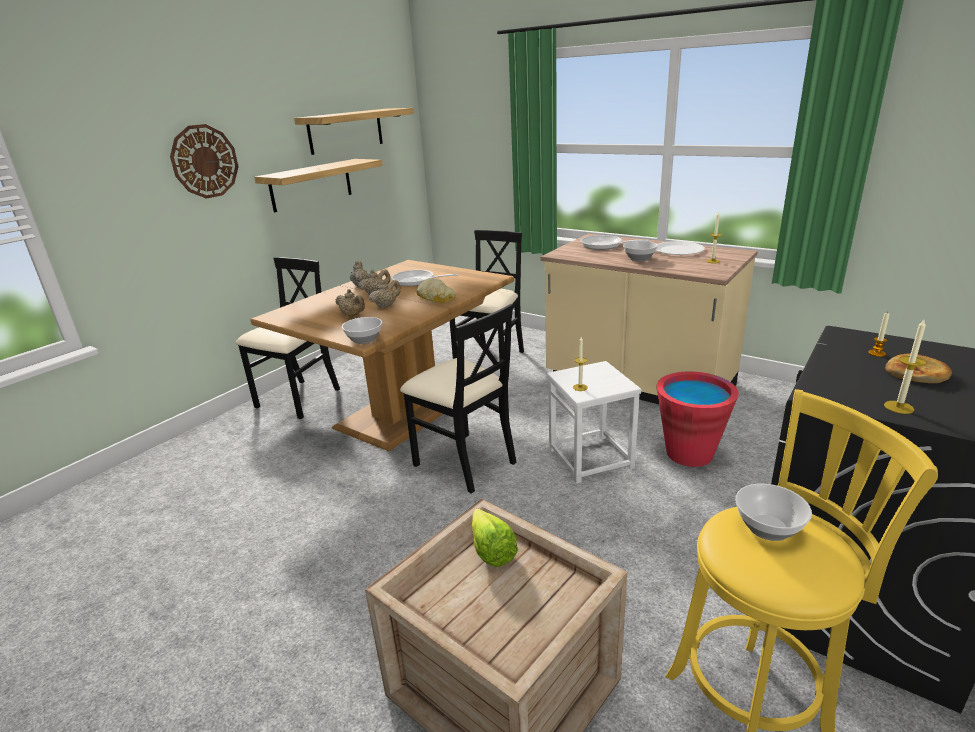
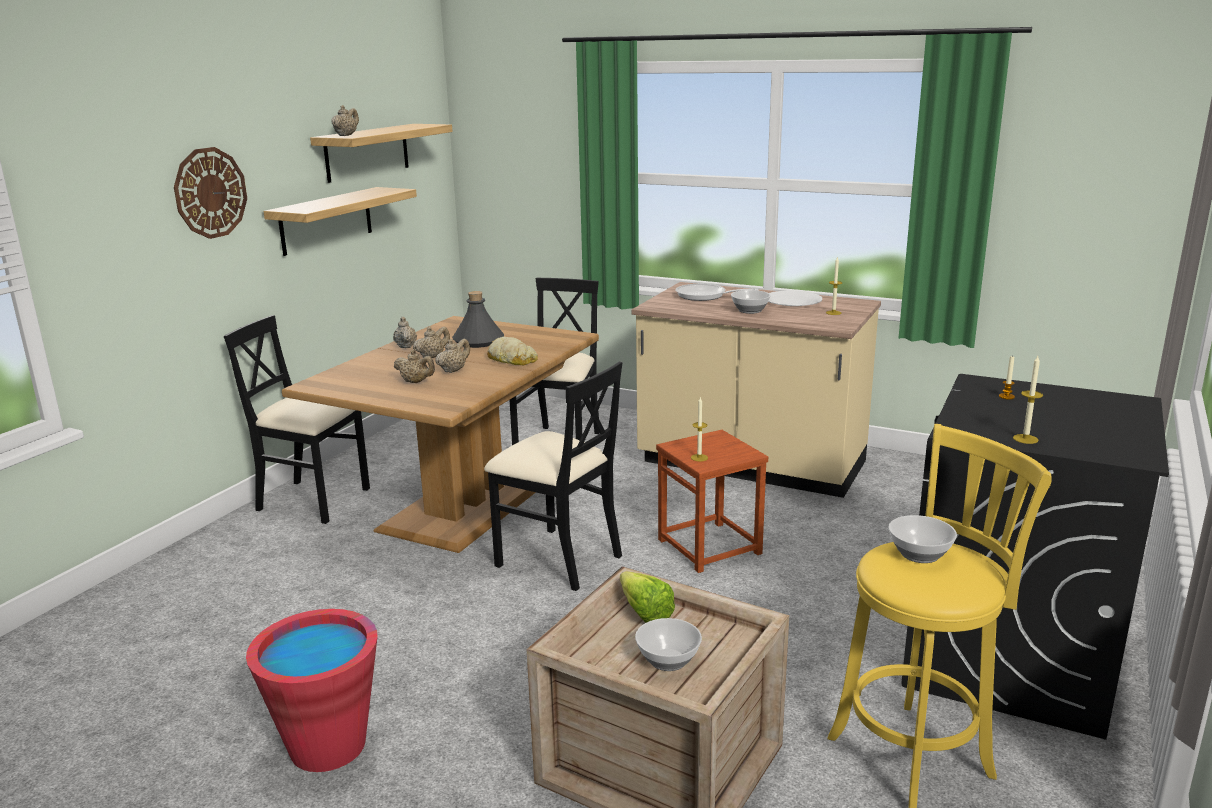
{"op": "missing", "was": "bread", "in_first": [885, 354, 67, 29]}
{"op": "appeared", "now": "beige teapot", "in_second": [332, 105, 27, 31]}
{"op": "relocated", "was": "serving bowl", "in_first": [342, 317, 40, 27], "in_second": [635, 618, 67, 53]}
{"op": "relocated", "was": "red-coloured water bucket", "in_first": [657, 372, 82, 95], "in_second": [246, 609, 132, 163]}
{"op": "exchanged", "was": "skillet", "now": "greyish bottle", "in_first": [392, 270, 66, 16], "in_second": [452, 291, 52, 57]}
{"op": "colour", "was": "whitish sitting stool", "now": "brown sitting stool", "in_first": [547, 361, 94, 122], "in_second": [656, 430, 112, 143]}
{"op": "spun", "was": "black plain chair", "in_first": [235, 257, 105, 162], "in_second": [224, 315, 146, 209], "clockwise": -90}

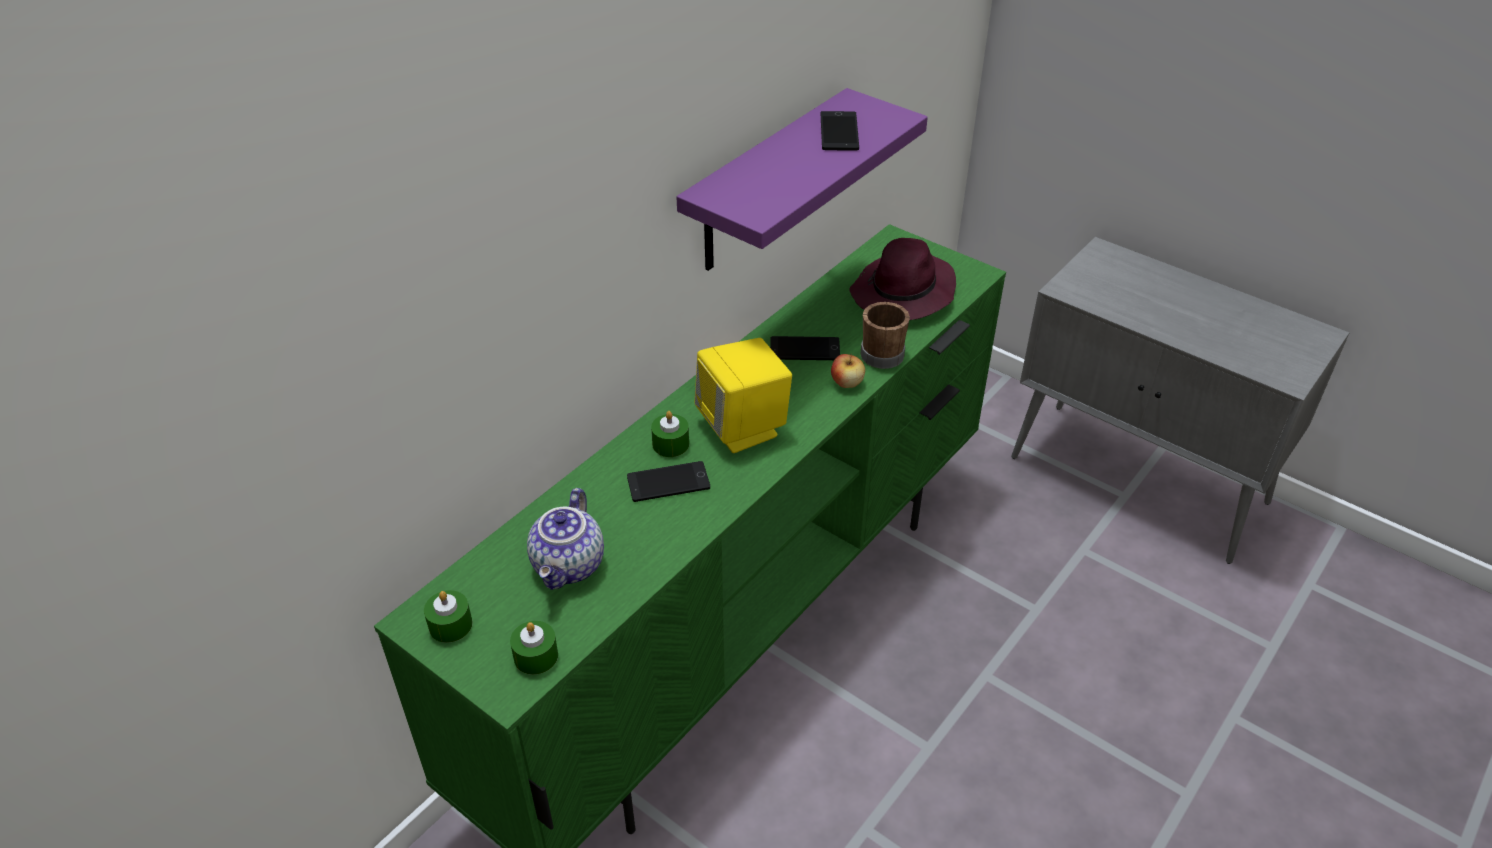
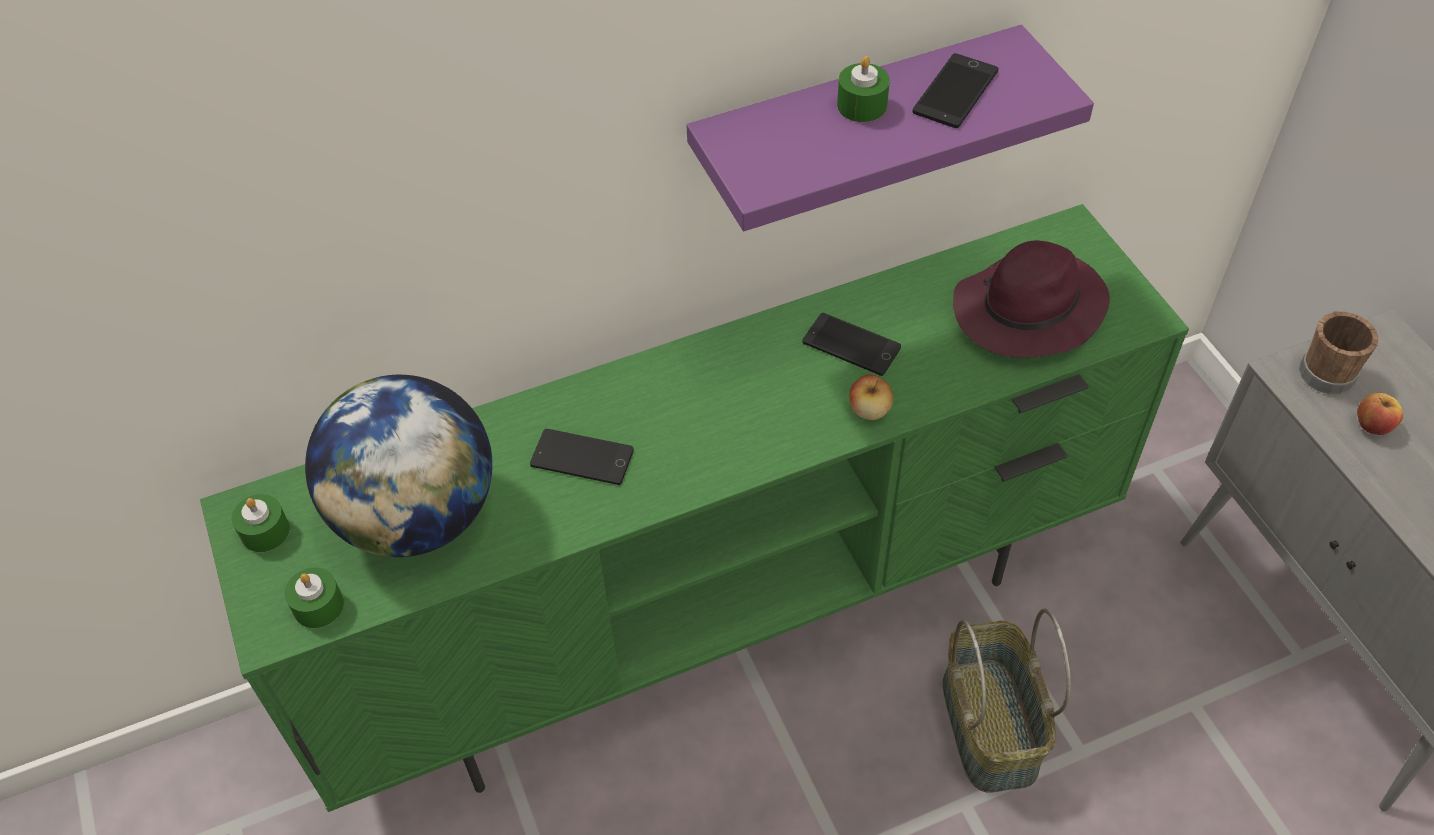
{"op": "missing", "was": "yellow-coloured audio speaker", "in_first": [694, 338, 98, 115]}
{"op": "appeared", "now": "household basket", "in_second": [943, 608, 128, 185]}
{"op": "appeared", "now": "apple", "in_second": [1357, 393, 46, 42]}
{"op": "relocated", "was": "green-coloured candle", "in_first": [651, 411, 38, 46], "in_second": [837, 56, 53, 66]}
{"op": "relocated", "was": "brown coffee mug", "in_first": [860, 302, 50, 67], "in_second": [1299, 311, 80, 83]}
{"op": "exchanged", "was": "teapot", "now": "world globe", "in_first": [527, 488, 77, 102], "in_second": [305, 375, 188, 182]}

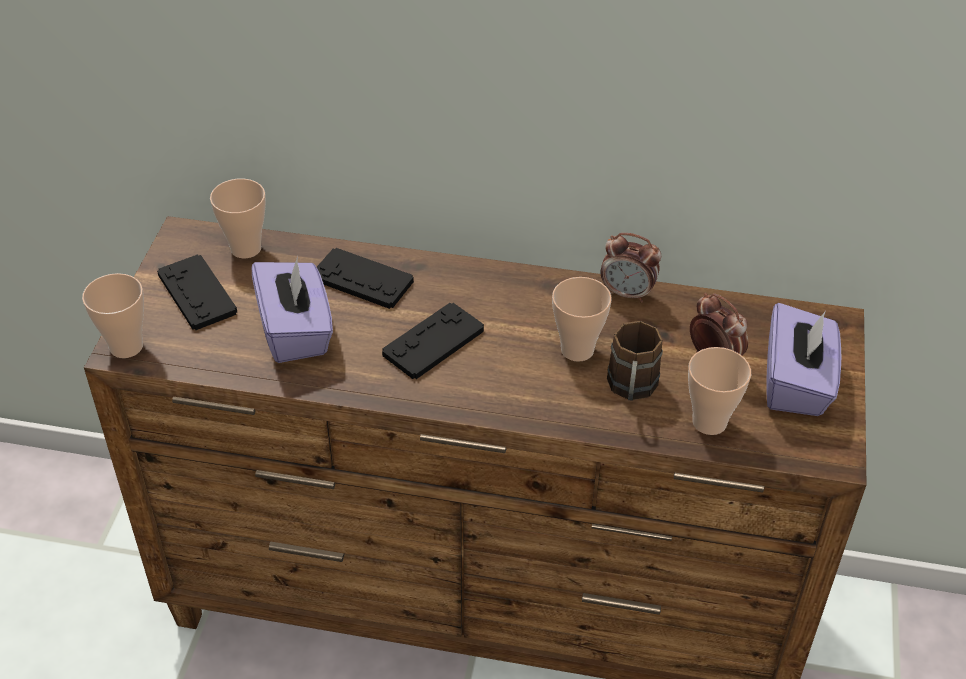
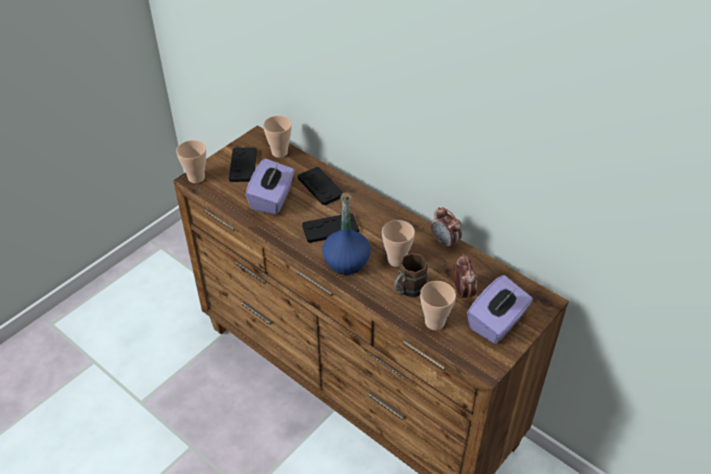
{"op": "appeared", "now": "blue-coloured bottle", "in_second": [322, 193, 49, 82]}

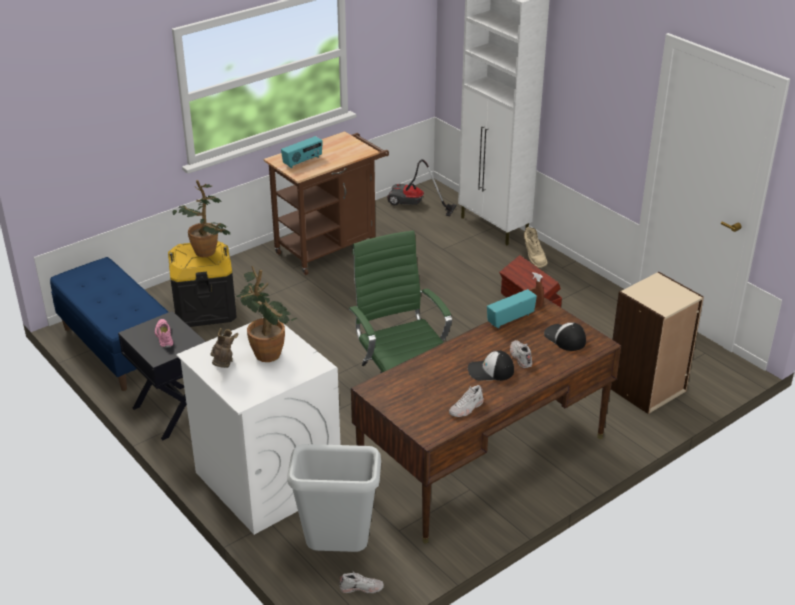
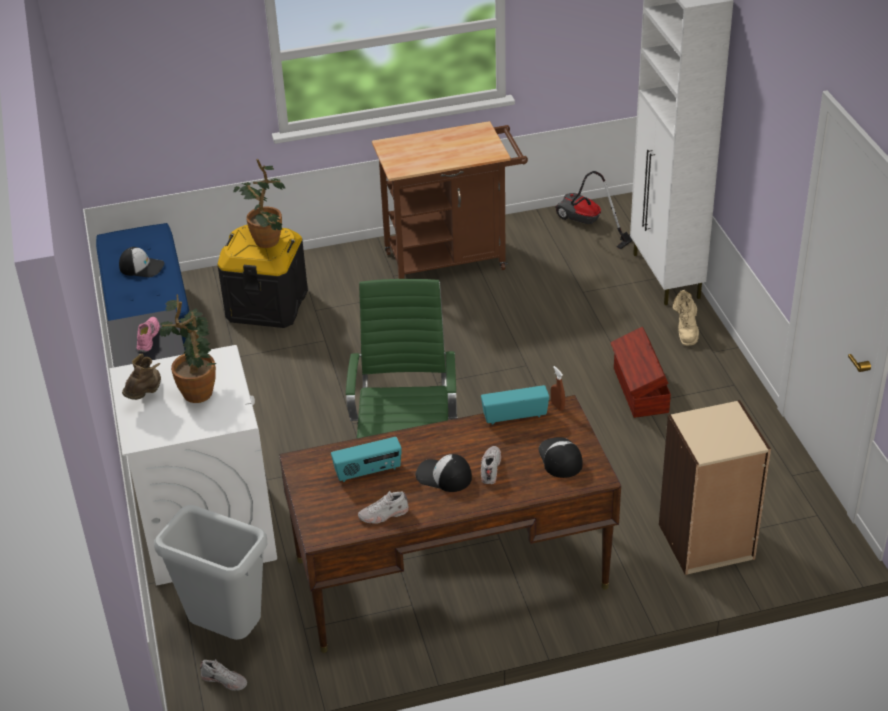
{"op": "appeared", "now": "baseball cap", "in_second": [119, 247, 46, 30]}
{"op": "relocated", "was": "radio set", "in_first": [281, 136, 42, 32], "in_second": [331, 437, 71, 45]}

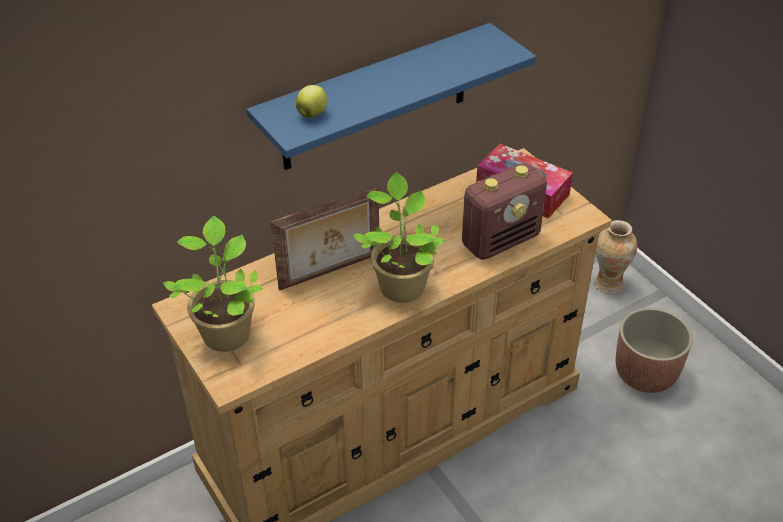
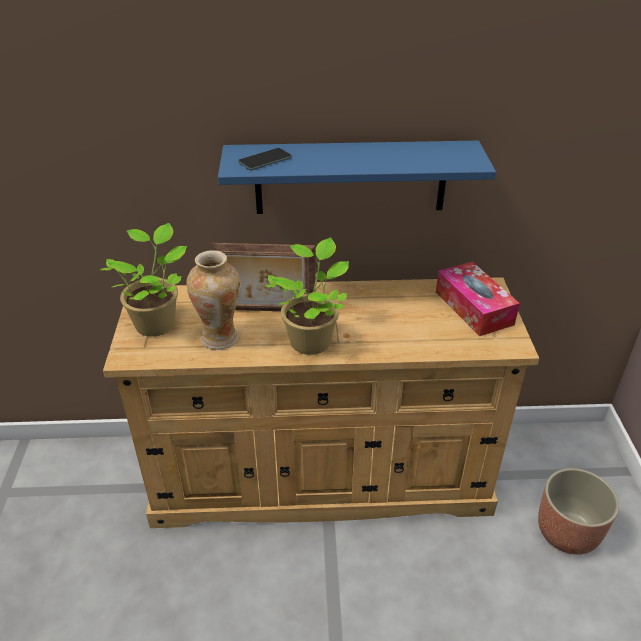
{"op": "missing", "was": "radio set", "in_first": [462, 163, 85, 97]}
{"op": "relocated", "was": "decorative vase", "in_first": [594, 220, 43, 74], "in_second": [186, 250, 55, 100]}
{"op": "exchanged", "was": "apple", "now": "phone", "in_first": [296, 85, 31, 32], "in_second": [238, 148, 54, 22]}

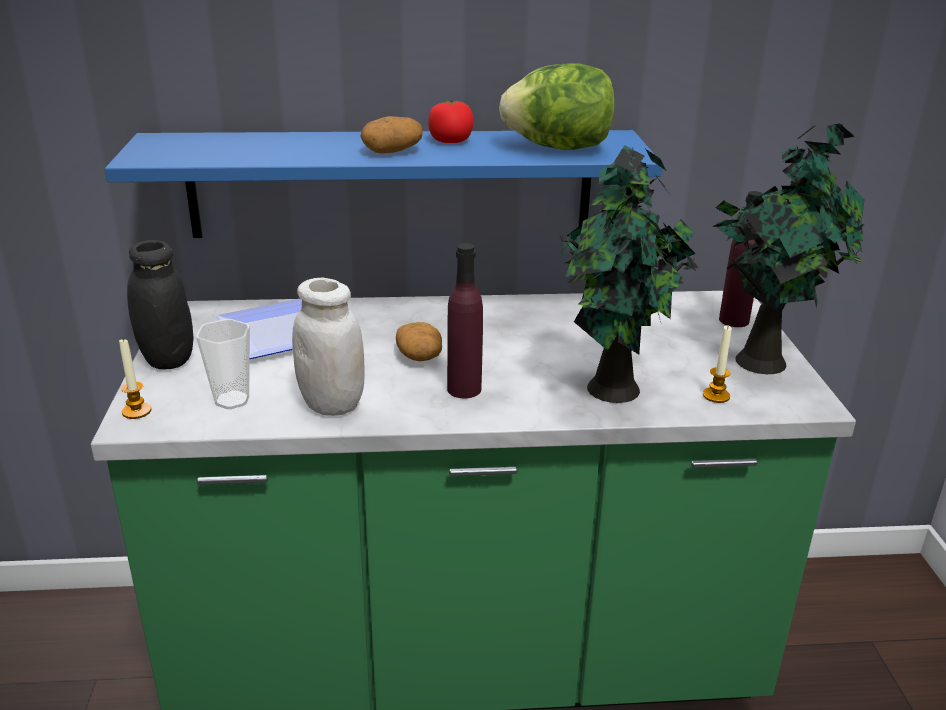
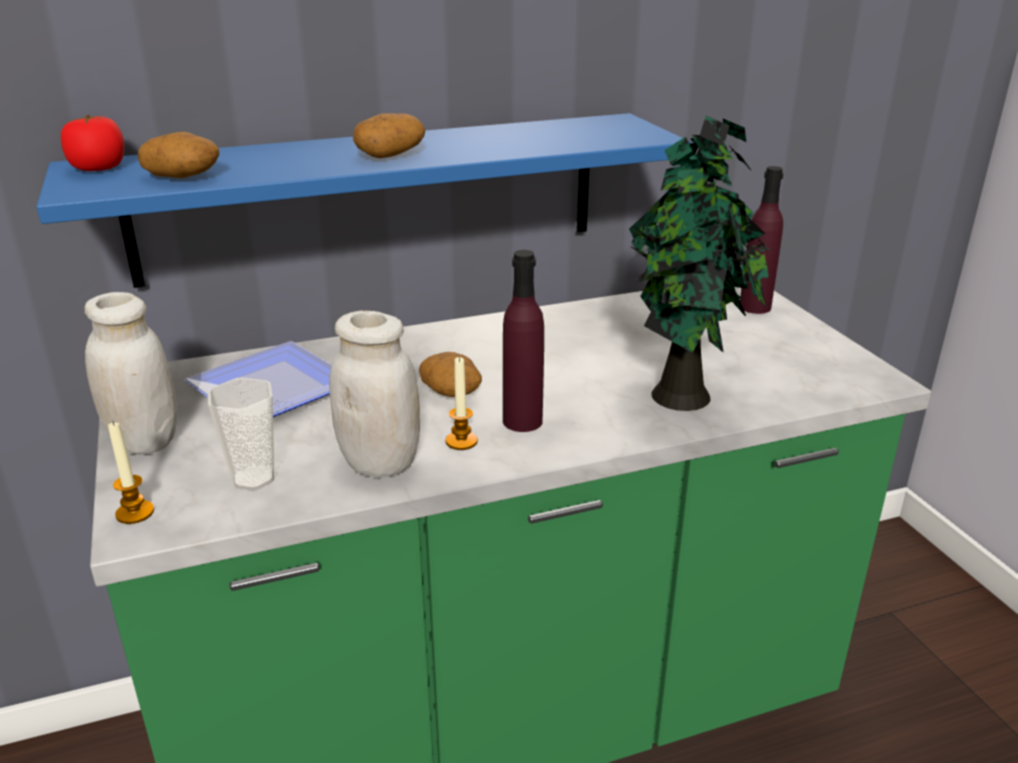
{"op": "missing", "was": "lettuce", "in_first": [499, 63, 116, 87]}
{"op": "missing", "was": "potted plant", "in_first": [713, 123, 152, 251]}
{"op": "appeared", "now": "spud", "in_second": [138, 132, 81, 46]}
{"op": "relocated", "was": "fresh tomato", "in_first": [428, 100, 46, 43], "in_second": [61, 115, 63, 56]}
{"op": "relocated", "was": "candle", "in_first": [703, 325, 29, 78], "in_second": [446, 356, 32, 94]}
{"op": "colour", "was": "black preserve jar", "now": "whitish preserve jar", "in_first": [127, 240, 67, 129], "in_second": [85, 292, 92, 163]}

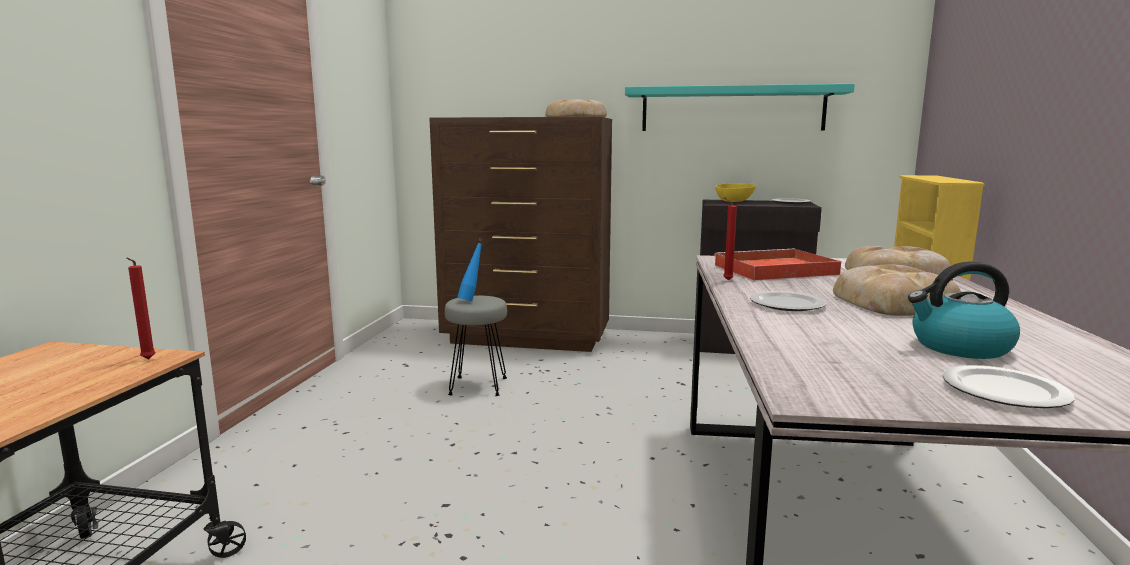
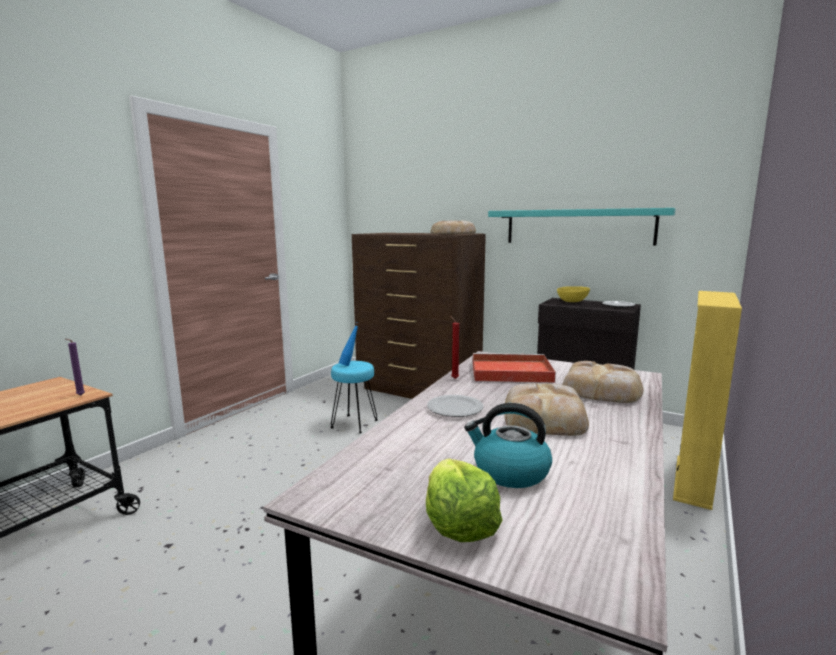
{"op": "exchanged", "was": "dinner plate", "now": "lettuce", "in_first": [942, 365, 133, 43], "in_second": [426, 458, 77, 84]}
{"op": "colour", "was": "red-coloured candle", "now": "purple candle", "in_first": [127, 258, 28, 101], "in_second": [66, 339, 19, 56]}
{"op": "colour", "was": "greyish sitting stool", "now": "turquoise sitting stool", "in_first": [445, 295, 62, 101], "in_second": [330, 361, 48, 73]}

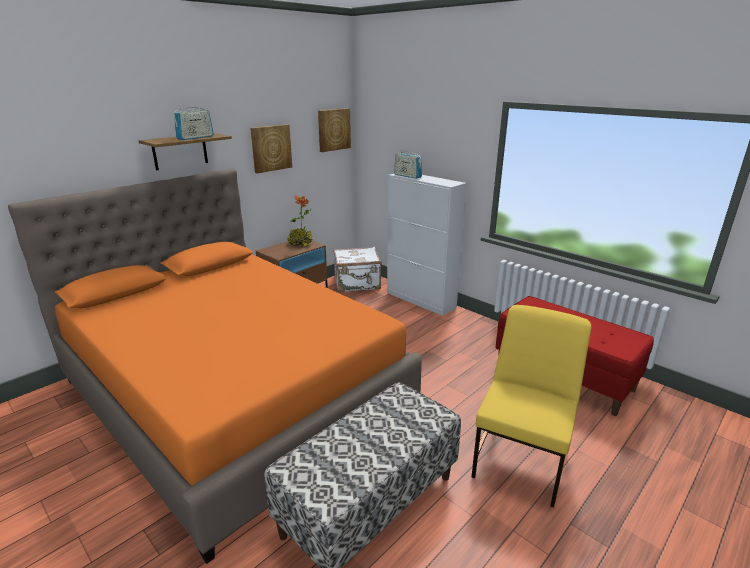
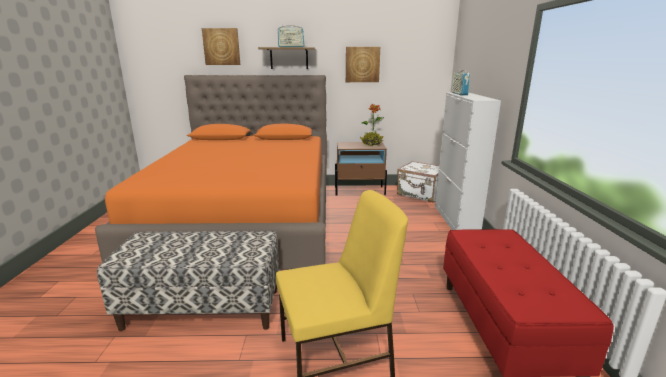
{"op": "relocated", "was": "picture", "in_first": [318, 108, 33, 44], "in_second": [202, 28, 38, 37]}

